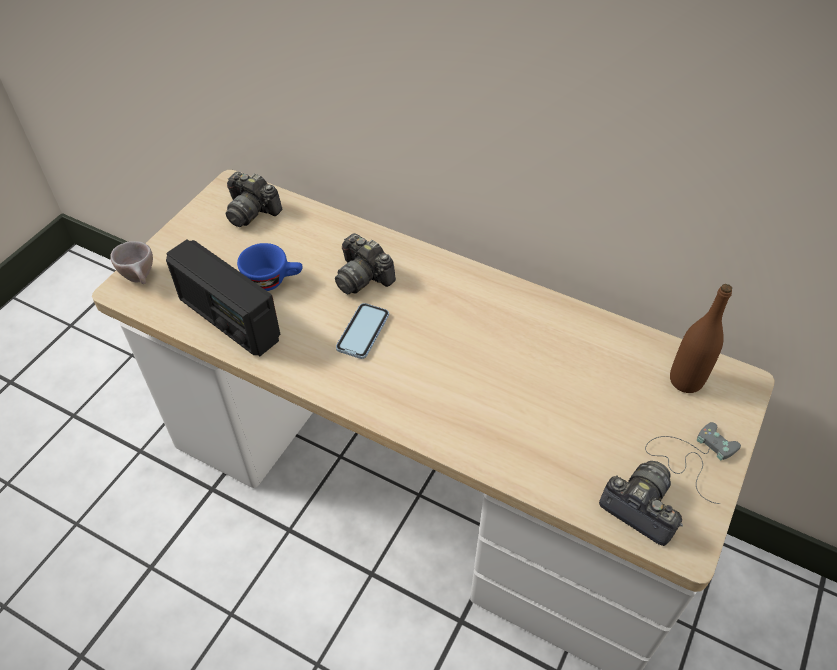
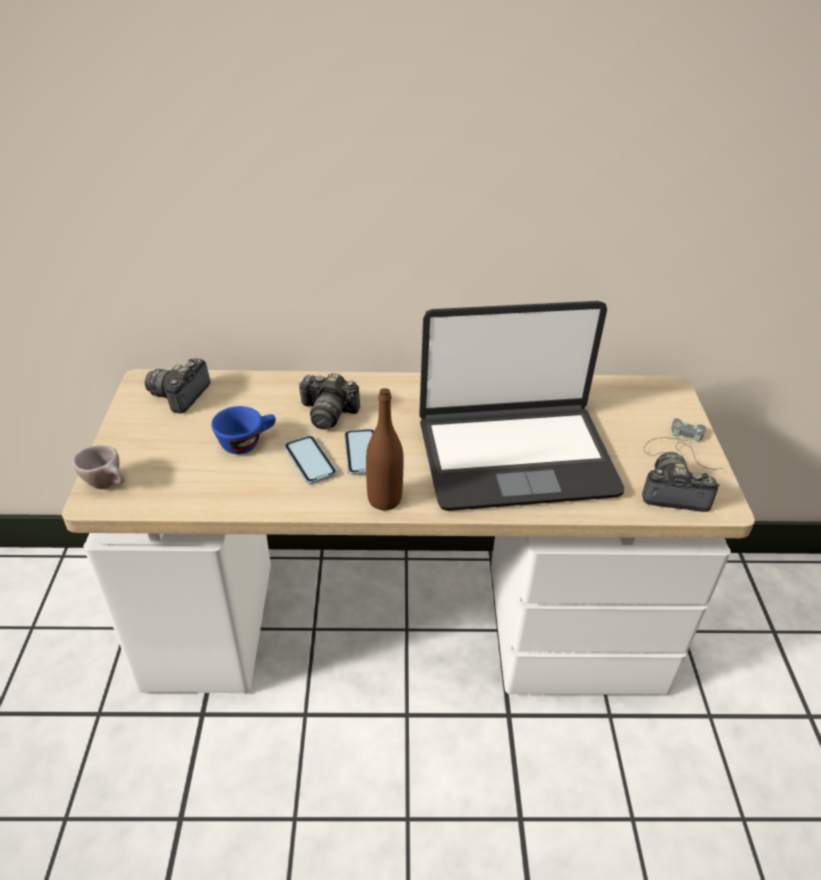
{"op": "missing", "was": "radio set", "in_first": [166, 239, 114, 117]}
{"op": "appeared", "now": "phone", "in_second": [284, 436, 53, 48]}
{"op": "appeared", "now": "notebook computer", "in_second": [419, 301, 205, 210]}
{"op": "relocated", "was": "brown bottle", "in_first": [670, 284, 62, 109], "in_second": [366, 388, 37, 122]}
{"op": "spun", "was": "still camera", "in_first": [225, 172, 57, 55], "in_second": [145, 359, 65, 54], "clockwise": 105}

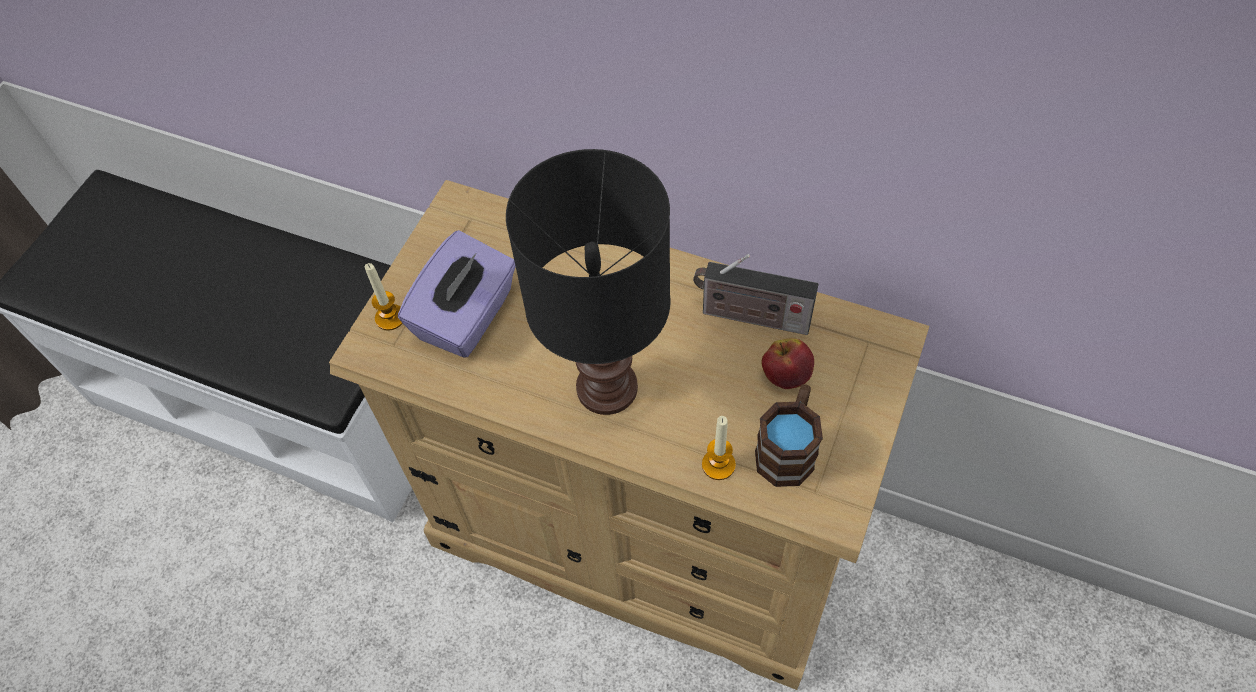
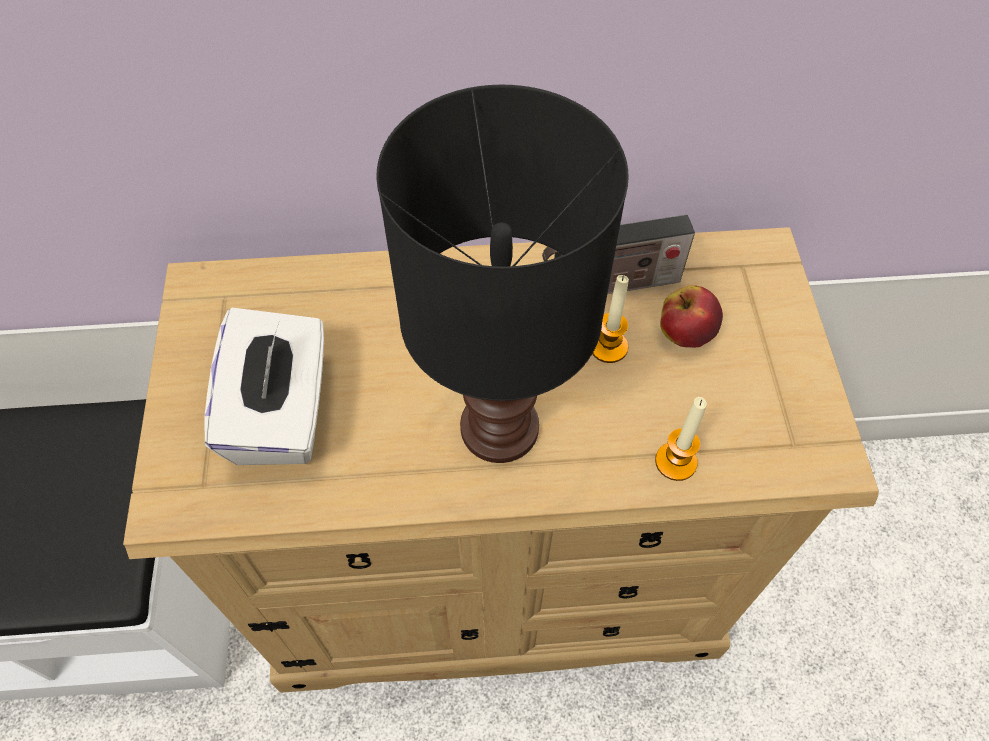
{"op": "missing", "was": "brown coffee mug", "in_first": [755, 384, 68, 103]}
{"op": "relocated", "was": "candle", "in_first": [365, 263, 38, 68], "in_second": [592, 275, 37, 88]}
{"op": "colour", "was": "purple tissue box", "now": "whitish tissue box", "in_first": [398, 230, 118, 128], "in_second": [204, 308, 120, 157]}

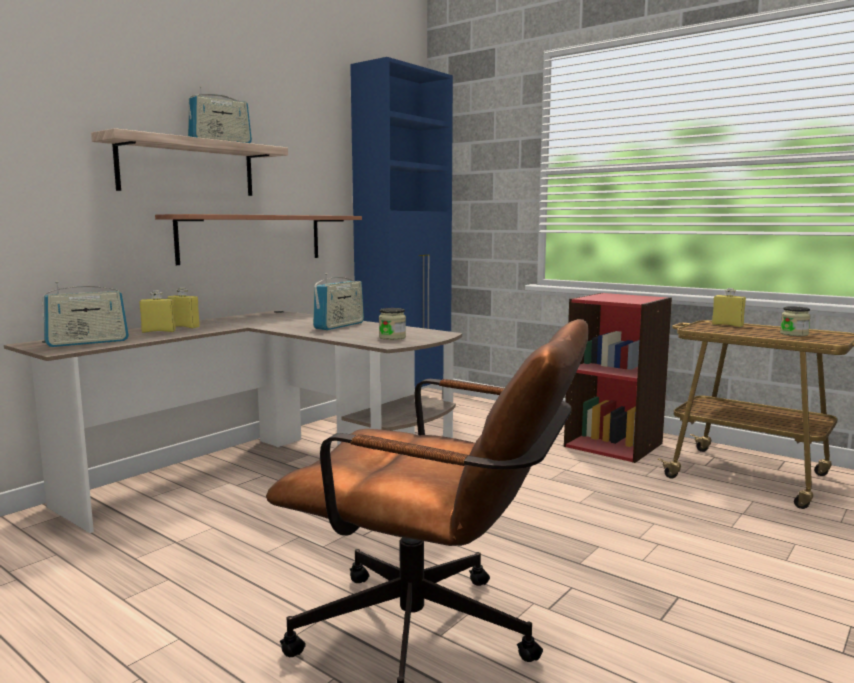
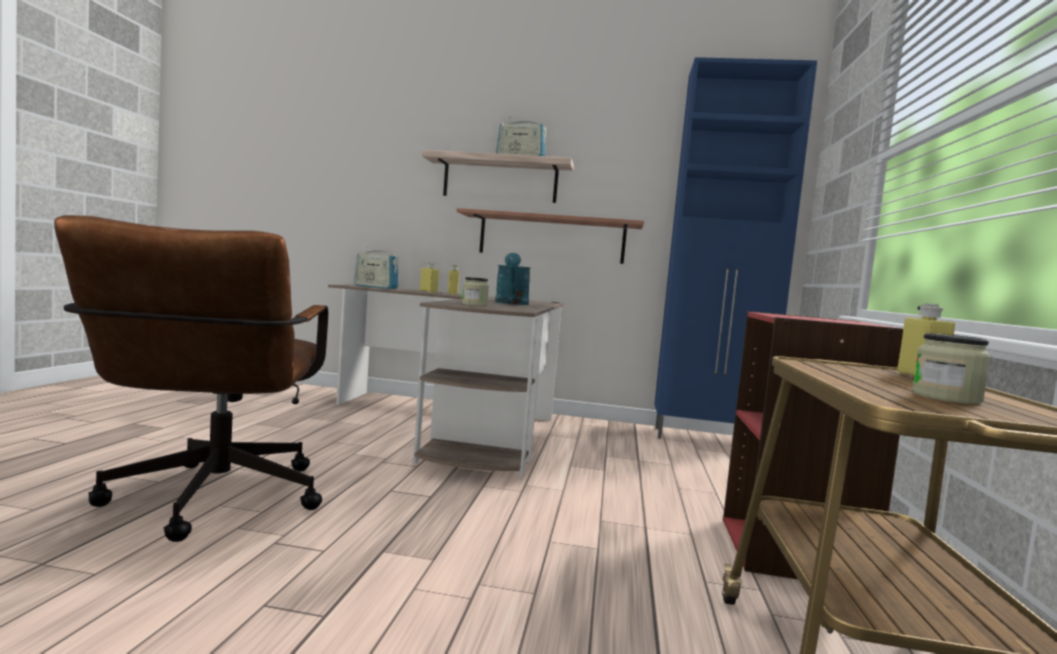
{"op": "exchanged", "was": "radio set", "now": "turquoise watering pot", "in_first": [313, 273, 51, 57], "in_second": [495, 253, 36, 52]}

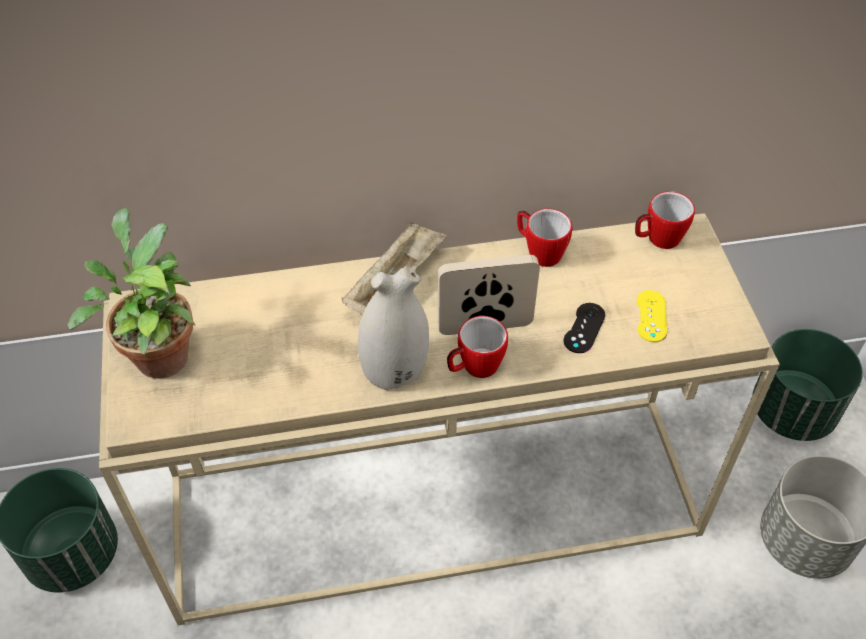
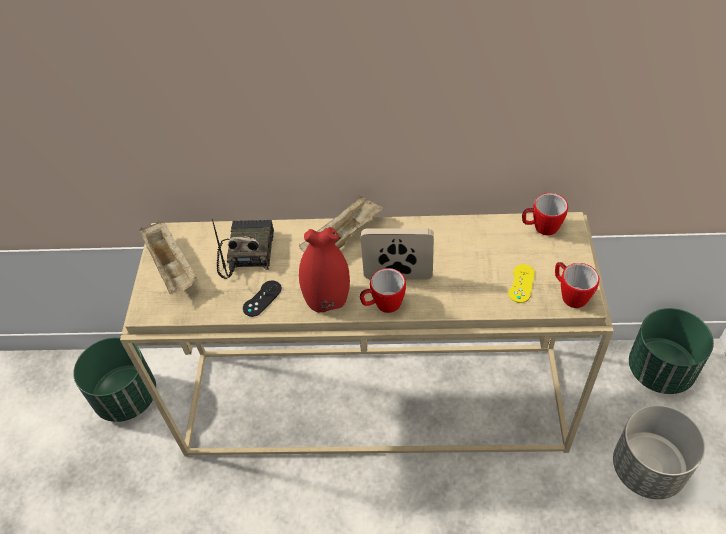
{"op": "appeared", "now": "radio set", "in_second": [212, 219, 62, 60]}
{"op": "relocated", "was": "coffee mug", "in_first": [517, 209, 55, 58], "in_second": [555, 262, 44, 46]}
{"op": "relocated", "was": "black gamepad", "in_first": [564, 303, 41, 50], "in_second": [243, 281, 39, 36]}
{"op": "exchanged", "was": "potted plant", "now": "beige carrying tray", "in_first": [68, 208, 127, 170], "in_second": [140, 221, 57, 73]}
{"op": "colour", "was": "whitish decorative vase", "now": "red-coloured decorative vase", "in_first": [358, 266, 71, 124], "in_second": [299, 227, 51, 86]}

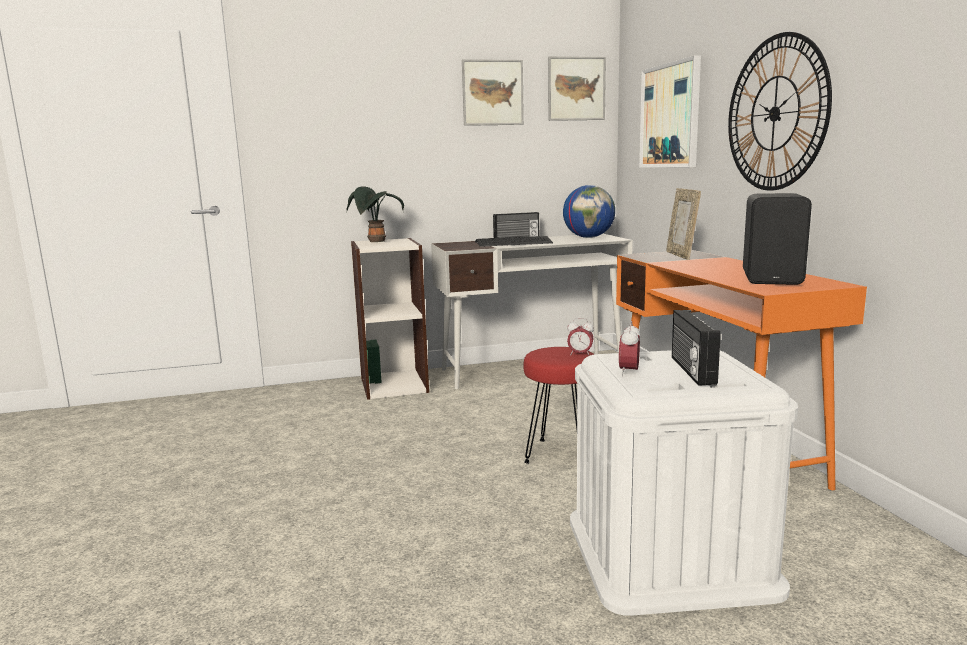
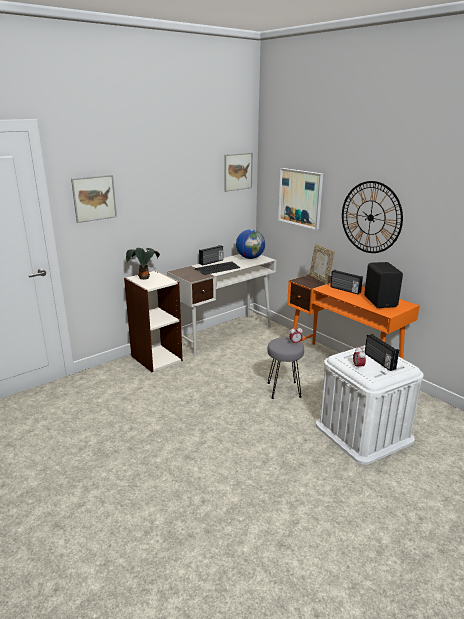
{"op": "appeared", "now": "radio set", "in_second": [330, 270, 33, 24]}
{"op": "relocated", "was": "picture", "in_first": [462, 59, 62, 67], "in_second": [71, 175, 46, 48]}
{"op": "colour", "was": "red-coloured sitting stool", "now": "greyish sitting stool", "in_first": [523, 347, 71, 117], "in_second": [267, 337, 37, 62]}

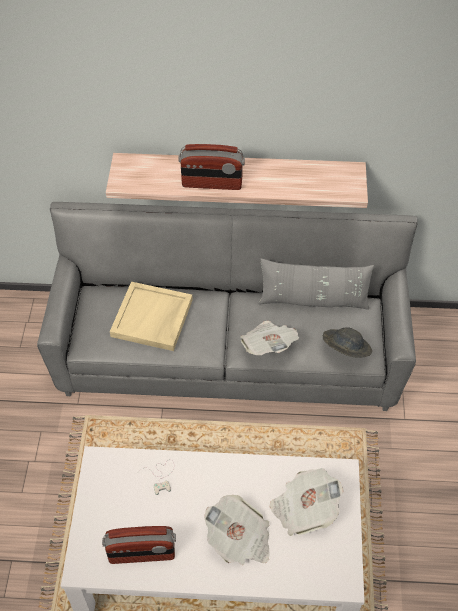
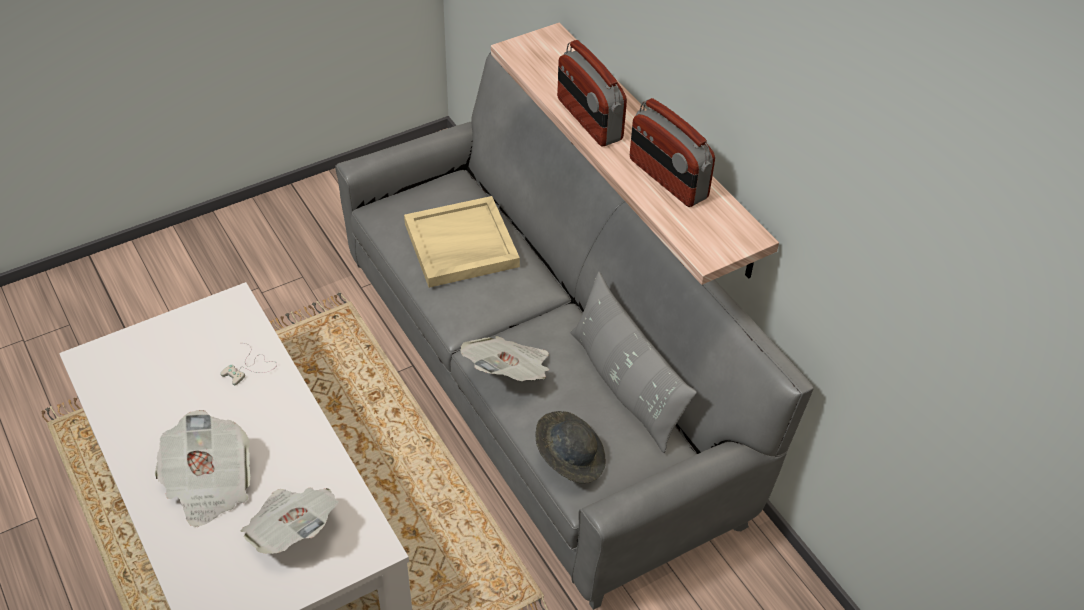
{"op": "relocated", "was": "radio set", "in_first": [102, 526, 74, 38], "in_second": [630, 98, 85, 109]}

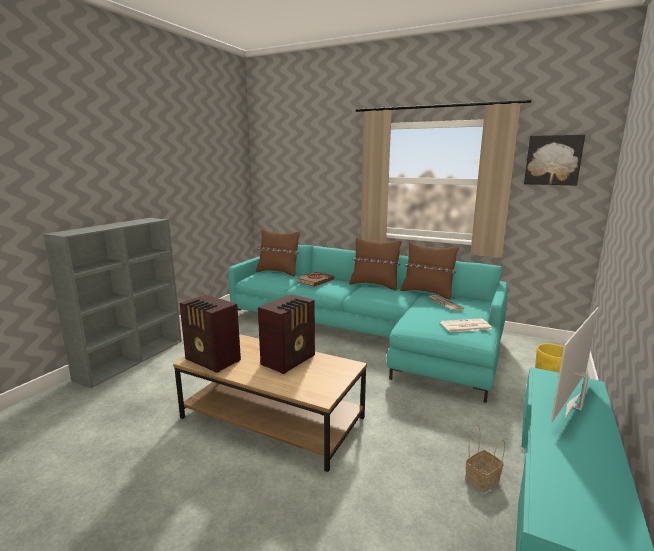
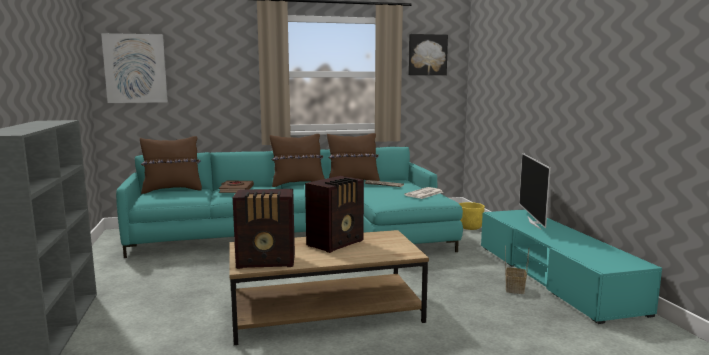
{"op": "appeared", "now": "picture", "in_second": [101, 33, 67, 70]}
{"op": "spun", "was": "radio set", "in_first": [258, 294, 57, 80], "in_second": [305, 176, 59, 77], "clockwise": 45}

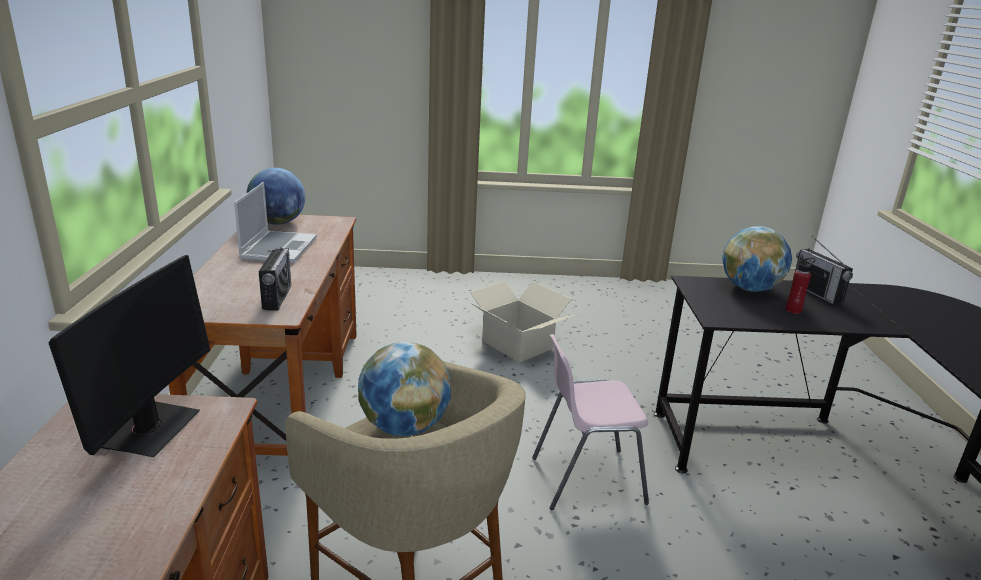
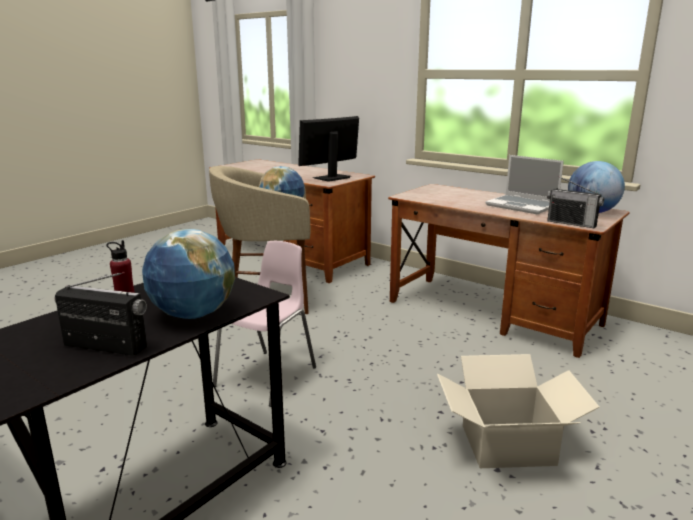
{"op": "relocated", "was": "radio set", "in_first": [259, 247, 32, 64], "in_second": [547, 177, 57, 51]}
{"op": "spun", "was": "monitor", "in_first": [48, 255, 163, 202], "in_second": [298, 116, 61, 66], "clockwise": 90}

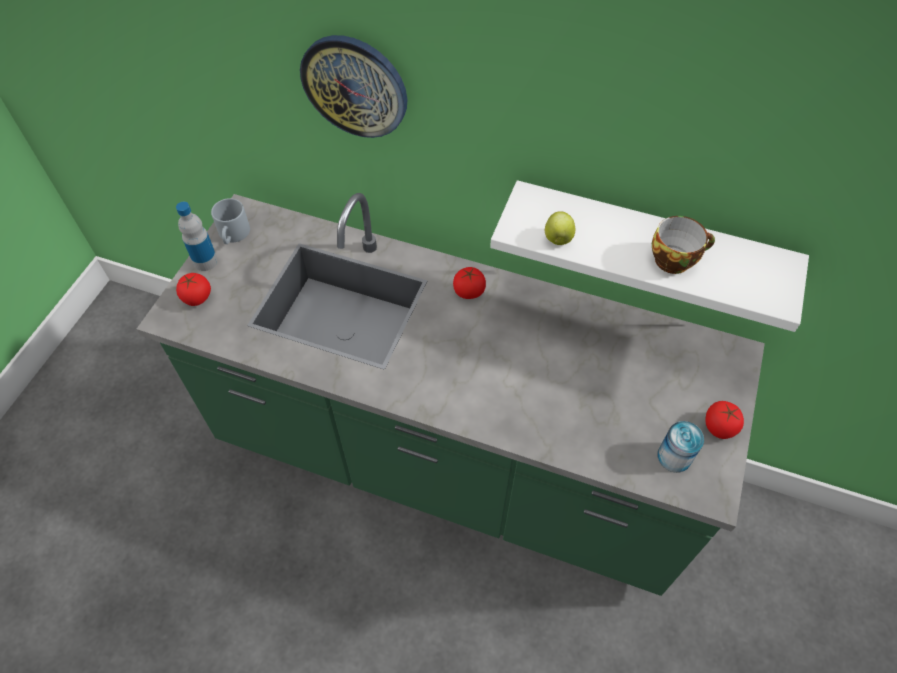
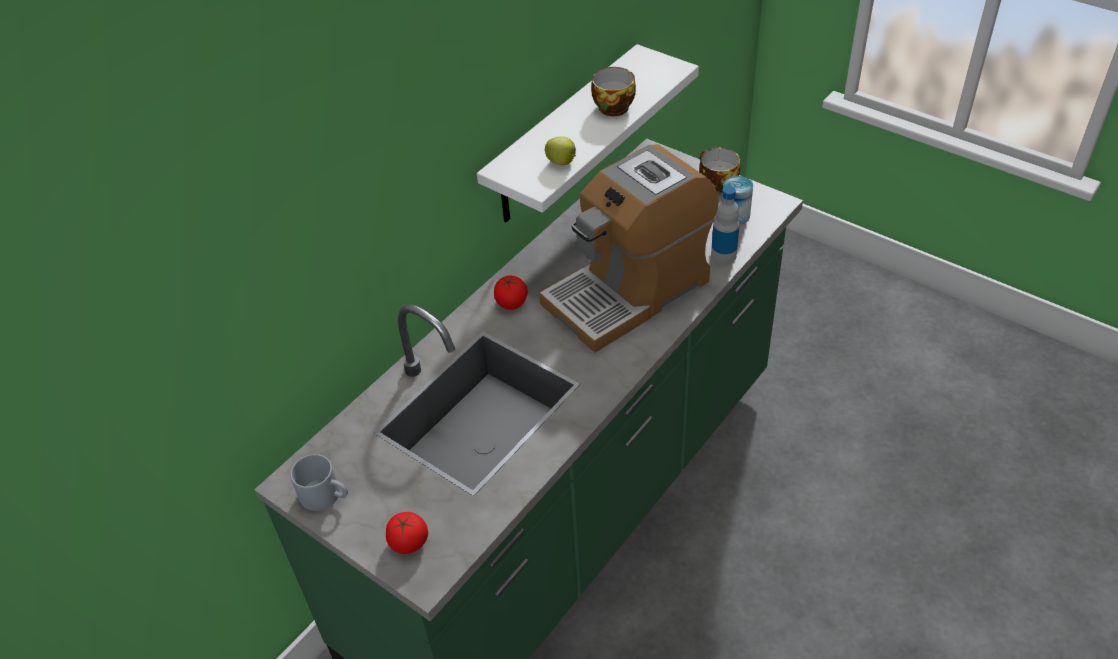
{"op": "missing", "was": "hanging clock", "in_first": [300, 35, 107, 103]}
{"op": "appeared", "now": "coffee machine", "in_second": [539, 144, 180, 209]}
{"op": "relocated", "was": "bottle", "in_first": [176, 202, 42, 69], "in_second": [711, 186, 29, 78]}
{"op": "exchanged", "was": "fresh tomato", "now": "small cup", "in_first": [706, 401, 38, 38], "in_second": [699, 148, 41, 45]}

